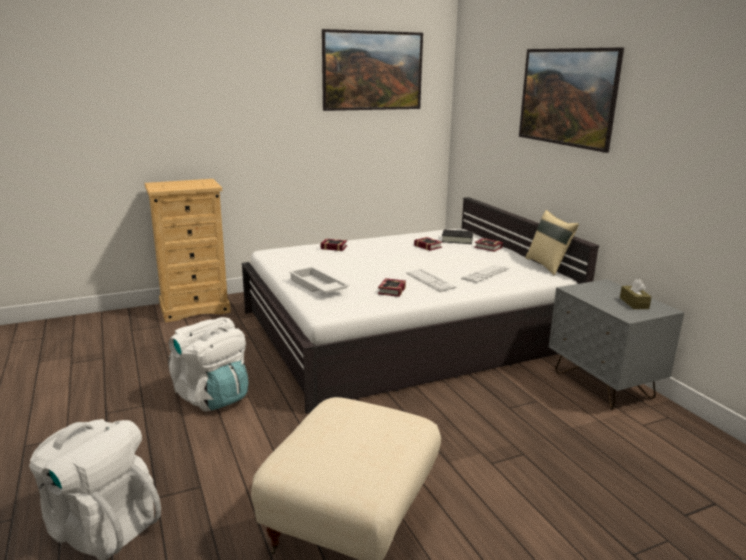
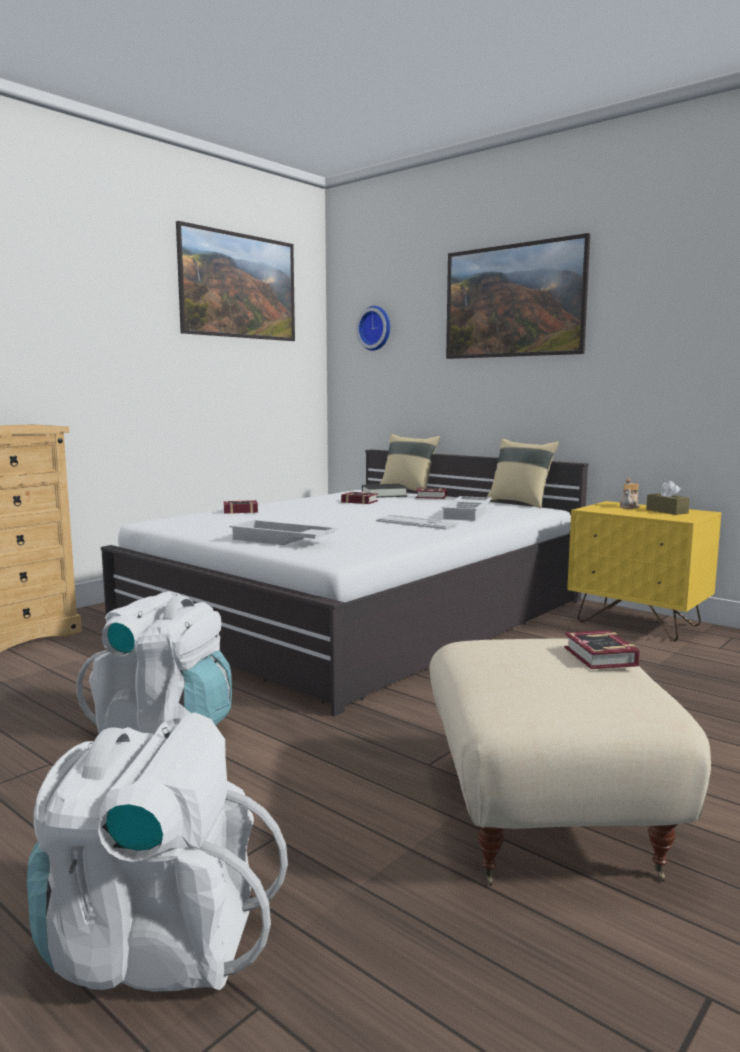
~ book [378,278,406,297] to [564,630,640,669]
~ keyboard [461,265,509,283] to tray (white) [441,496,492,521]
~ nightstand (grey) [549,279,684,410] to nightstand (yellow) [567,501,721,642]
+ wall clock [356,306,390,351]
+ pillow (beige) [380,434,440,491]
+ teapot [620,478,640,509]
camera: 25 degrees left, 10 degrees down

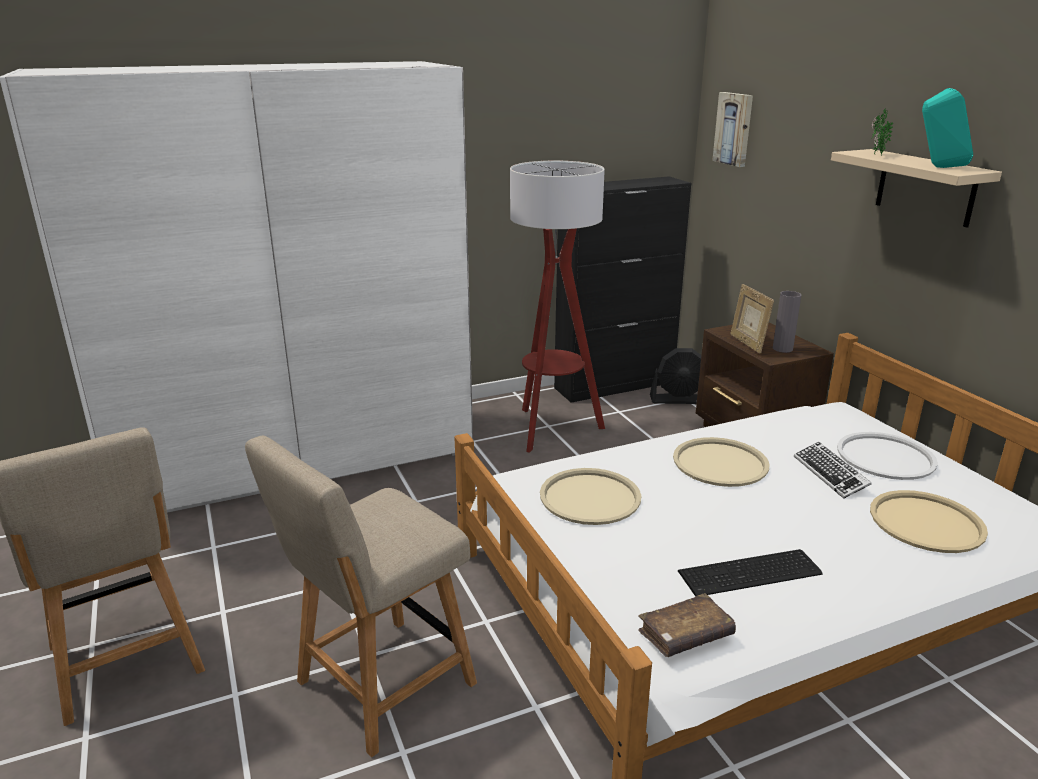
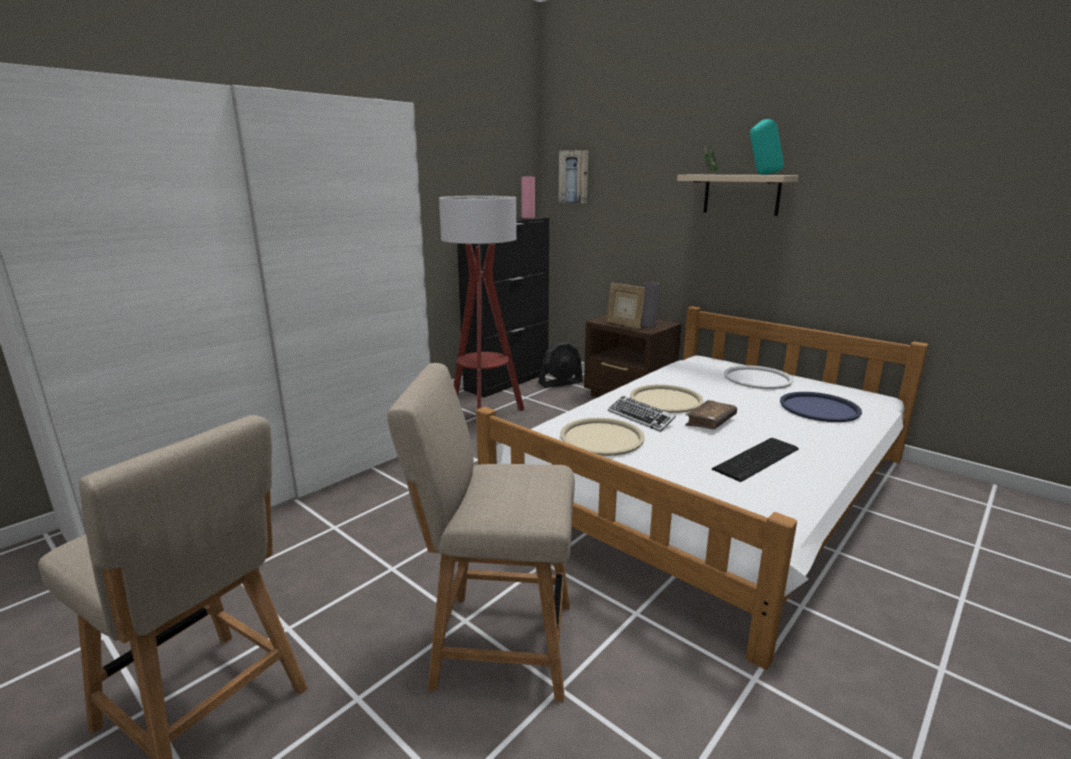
~ chair (beige) [245,436,477,757] = [387,363,575,702] 75 degrees clockwise
~ book (brown) [638,593,736,657] to [686,400,737,429]
~ keyboard [794,442,872,499] to [608,396,676,432]
~ tray (beige) [870,490,988,553] to tray (blue) [780,392,862,422]
+ vase (pink) [521,177,535,218]
camera: 25 degrees left, 5 degrees down

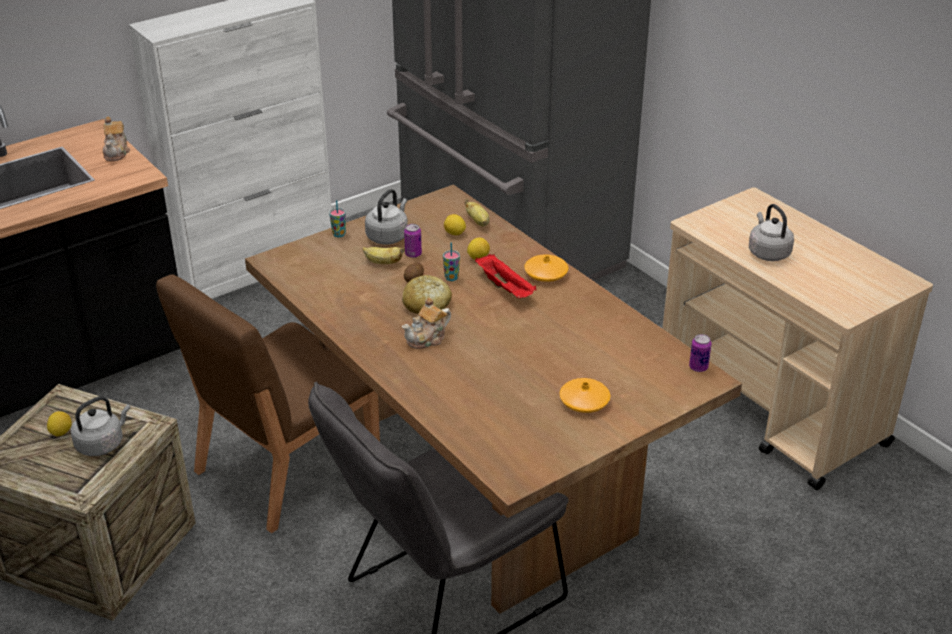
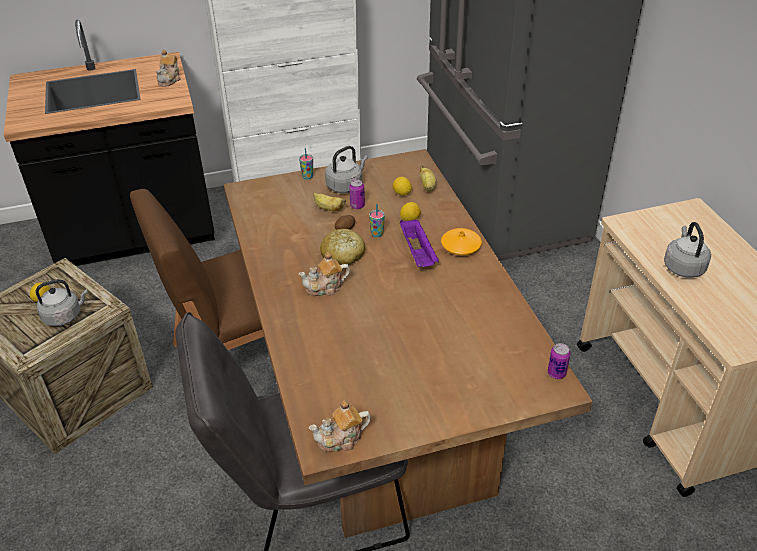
~ tray (red) [475,254,536,298] to tray (purple) [400,219,439,267]
- vase (orange) [559,378,610,413]
+ teapot [309,400,371,452]
camera: 20 degrees right, 5 degrees up

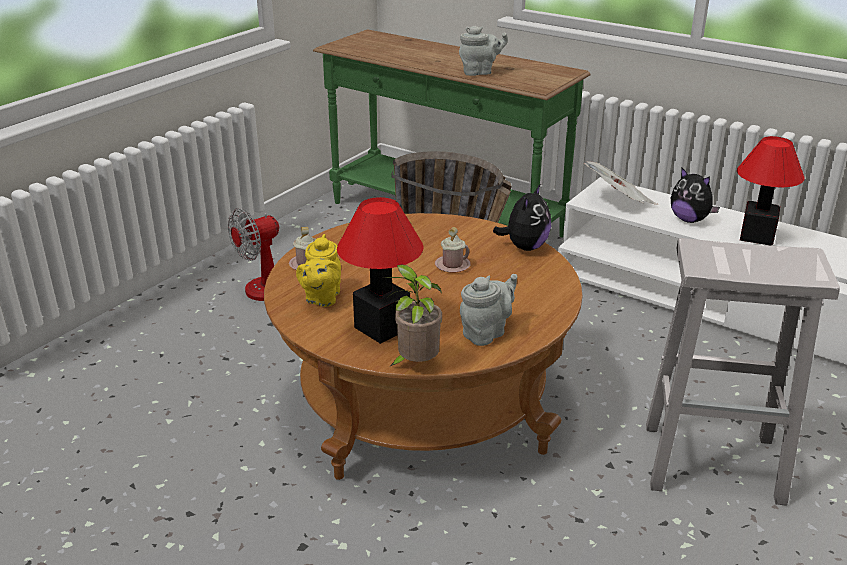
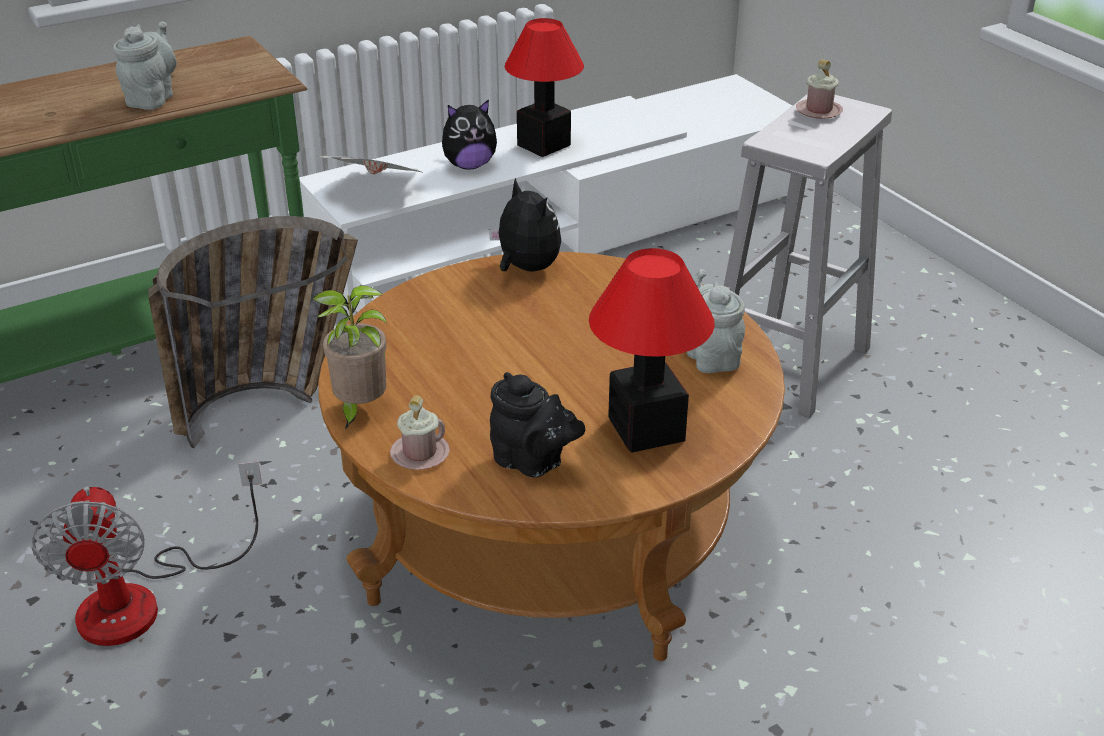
~ teapot (yellow) [296,234,341,307] to teapot (black) [490,372,585,477]
~ potted plant [385,264,442,367] to [313,285,387,430]
~ mug (pink) [435,227,471,272] to [796,59,843,119]
camera: 65 degrees left, 5 degrees up

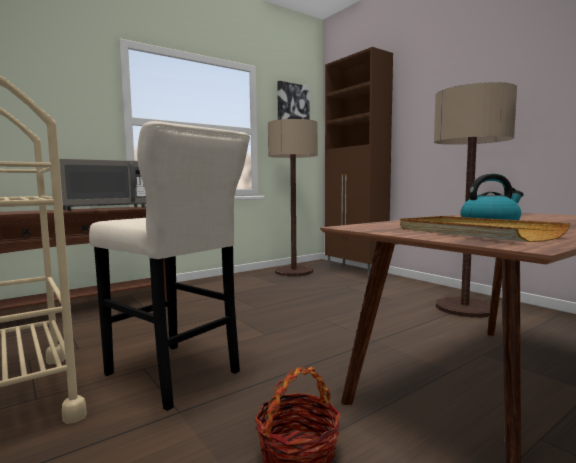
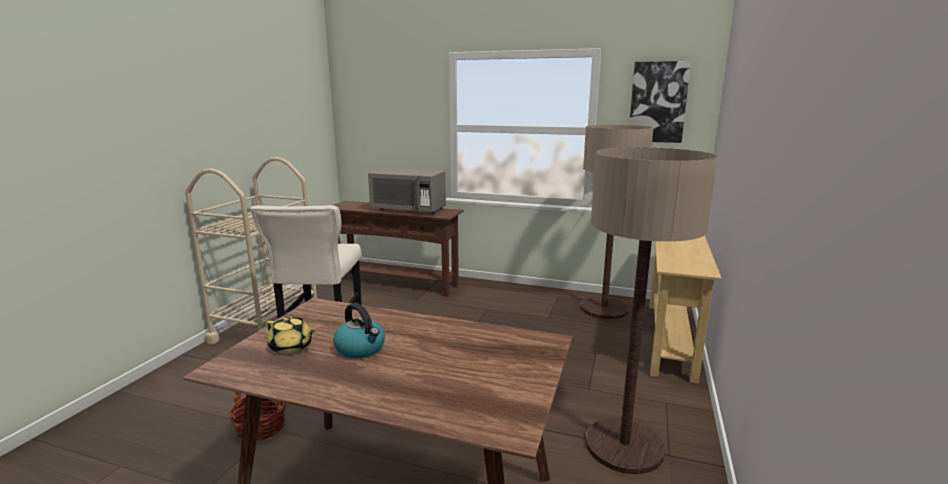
~ cabinet (brown) [325,47,393,278] to console table (beige) [649,236,721,384]
~ tray (beige) [400,216,570,242] to teapot (yellow) [266,316,315,354]
camera: 55 degrees right, 10 degrees up

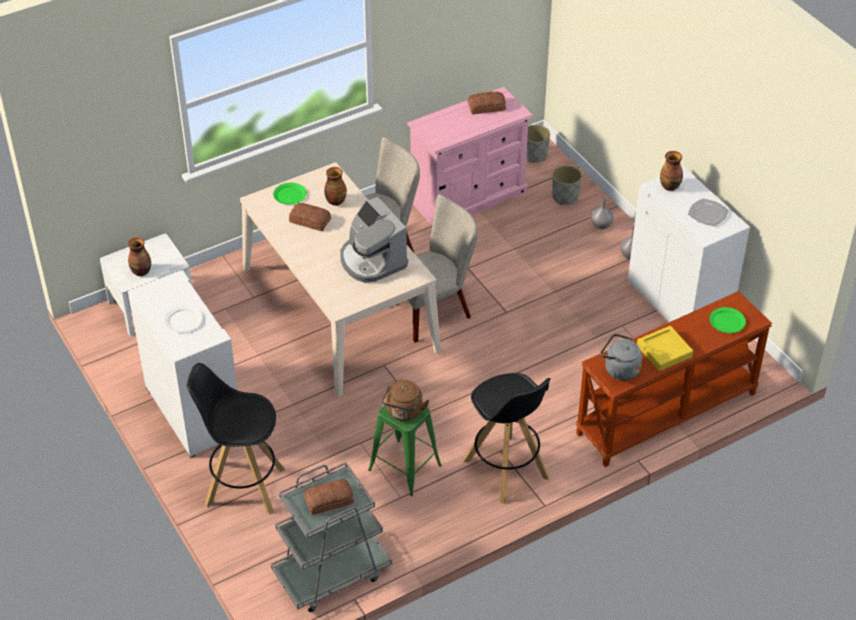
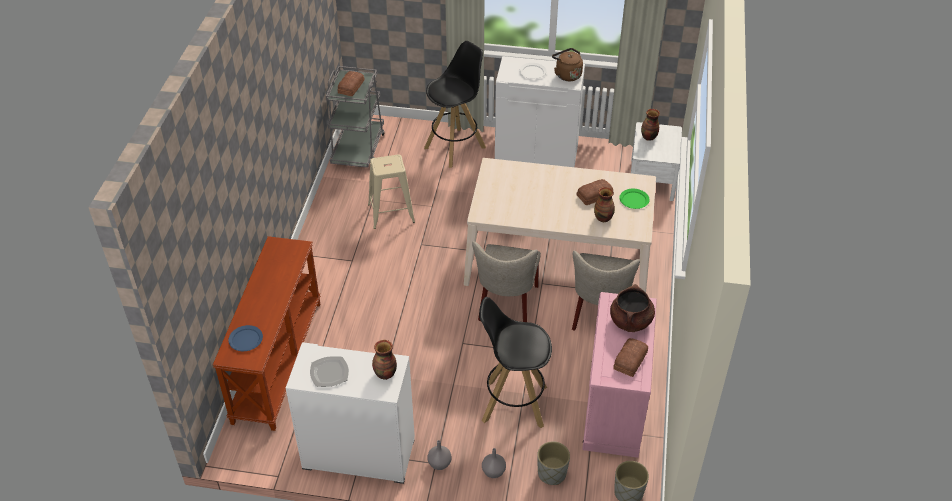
- coffee machine [340,197,408,283]
~ stool (green) [368,405,442,496] to stool (beige) [368,154,415,229]
~ kettle (brown) [382,380,429,421] to [552,48,583,81]
~ stool (black) [464,373,551,504] to [479,297,552,428]
- kettle (grey) [600,334,642,381]
- tray (yellow) [637,326,693,371]
~ plate (green) [709,307,746,333] to plate (blue) [228,325,263,351]
+ cooking pot (brown) [610,284,655,332]
camera: 130 degrees right, 0 degrees up

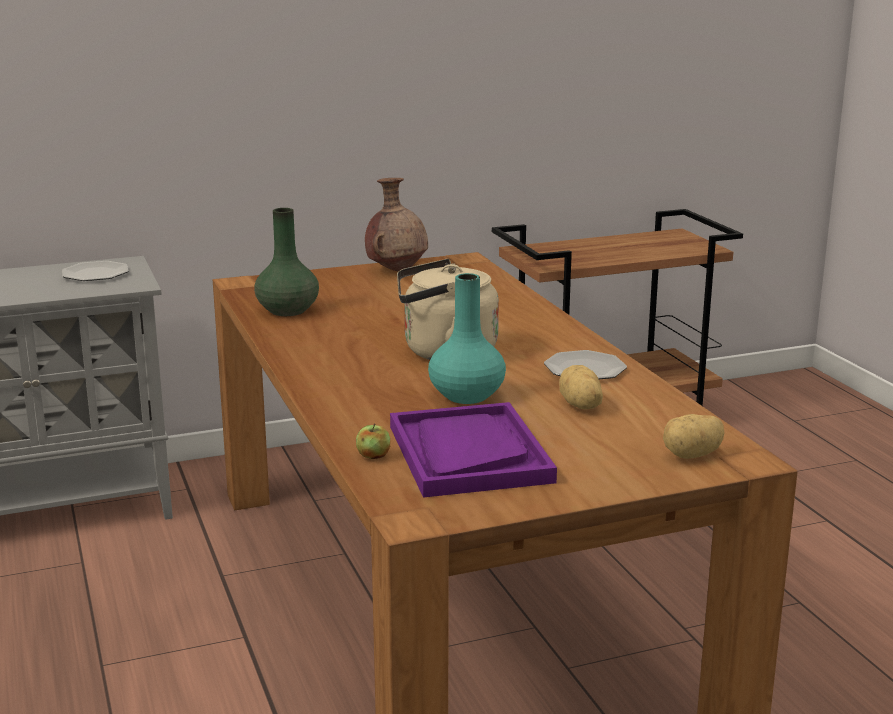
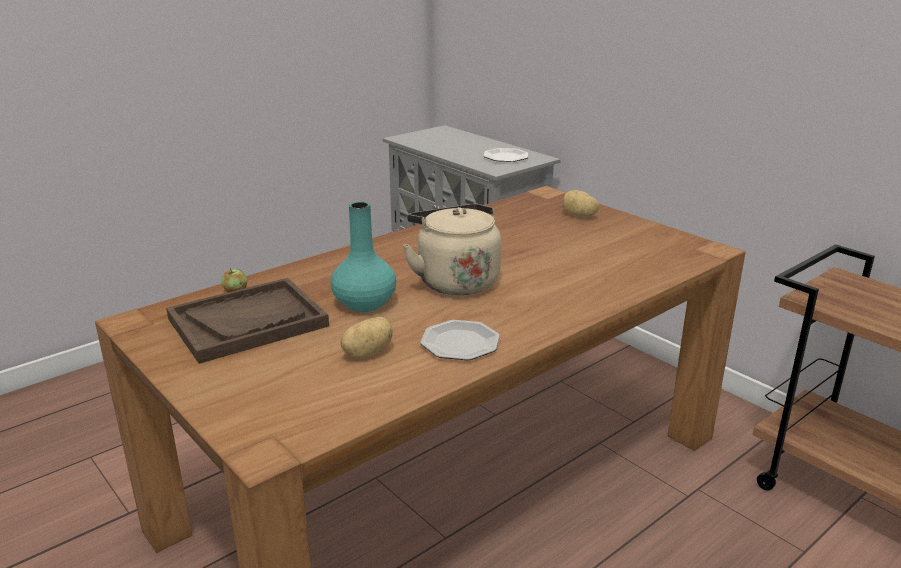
- vase (green) [254,208,319,316]
- vase (brown) [365,178,428,271]
~ tray (purple) [390,402,557,498] to tray (brown) [166,278,329,364]
~ potato [663,414,724,459] to [562,190,599,217]
camera: 70 degrees right, 5 degrees up

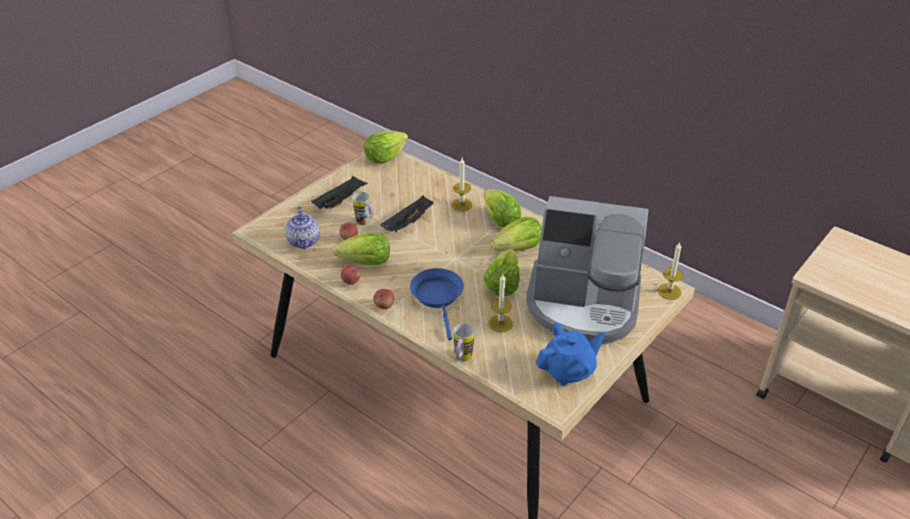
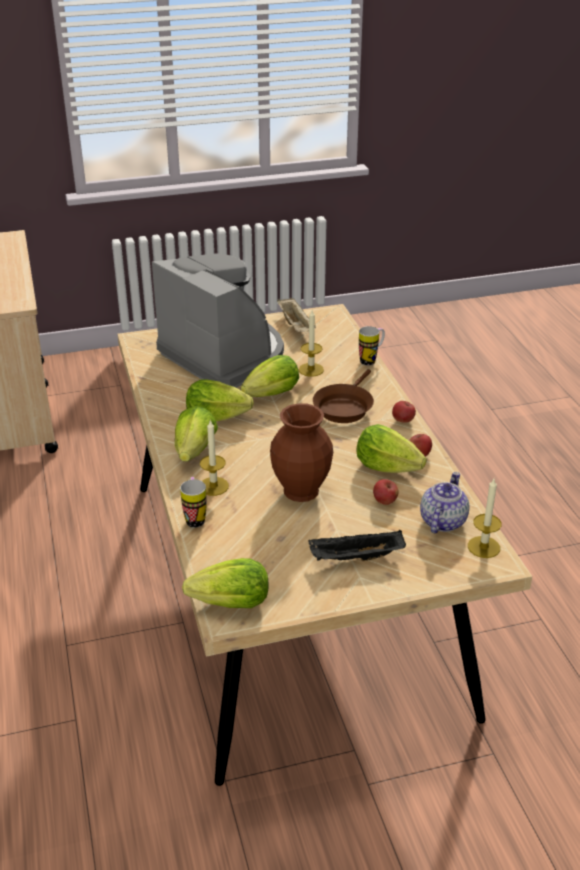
~ mug [352,192,374,225] to [180,477,207,528]
~ tray (black) [380,196,434,232] to vase (brown) [270,403,333,502]
~ frying pan (blue) [410,268,464,340] to frying pan (brown) [313,369,374,423]
~ teapot (blue) [536,322,605,386] to tray (beige) [277,298,316,332]
~ candle [657,242,683,300] to [468,479,502,558]
camera: 145 degrees left, 5 degrees down

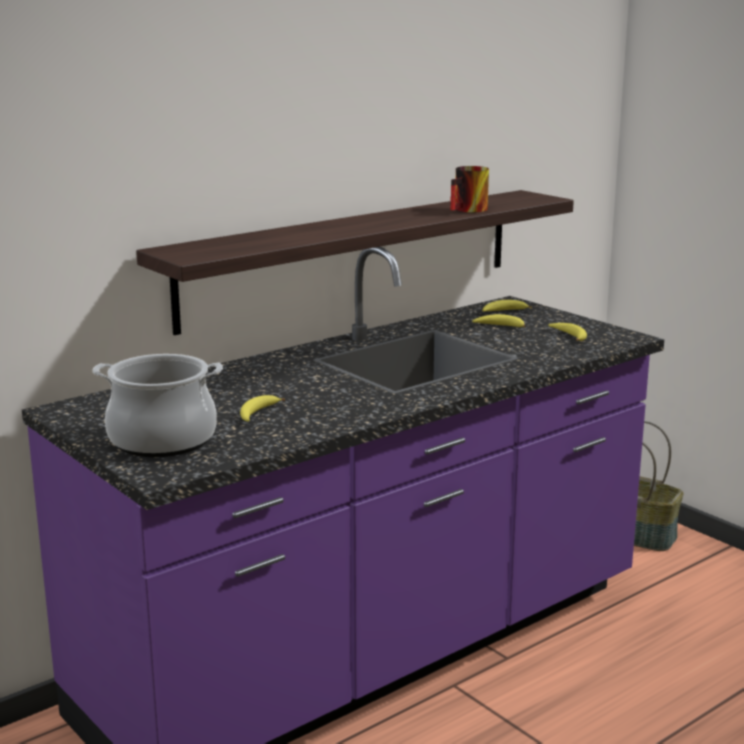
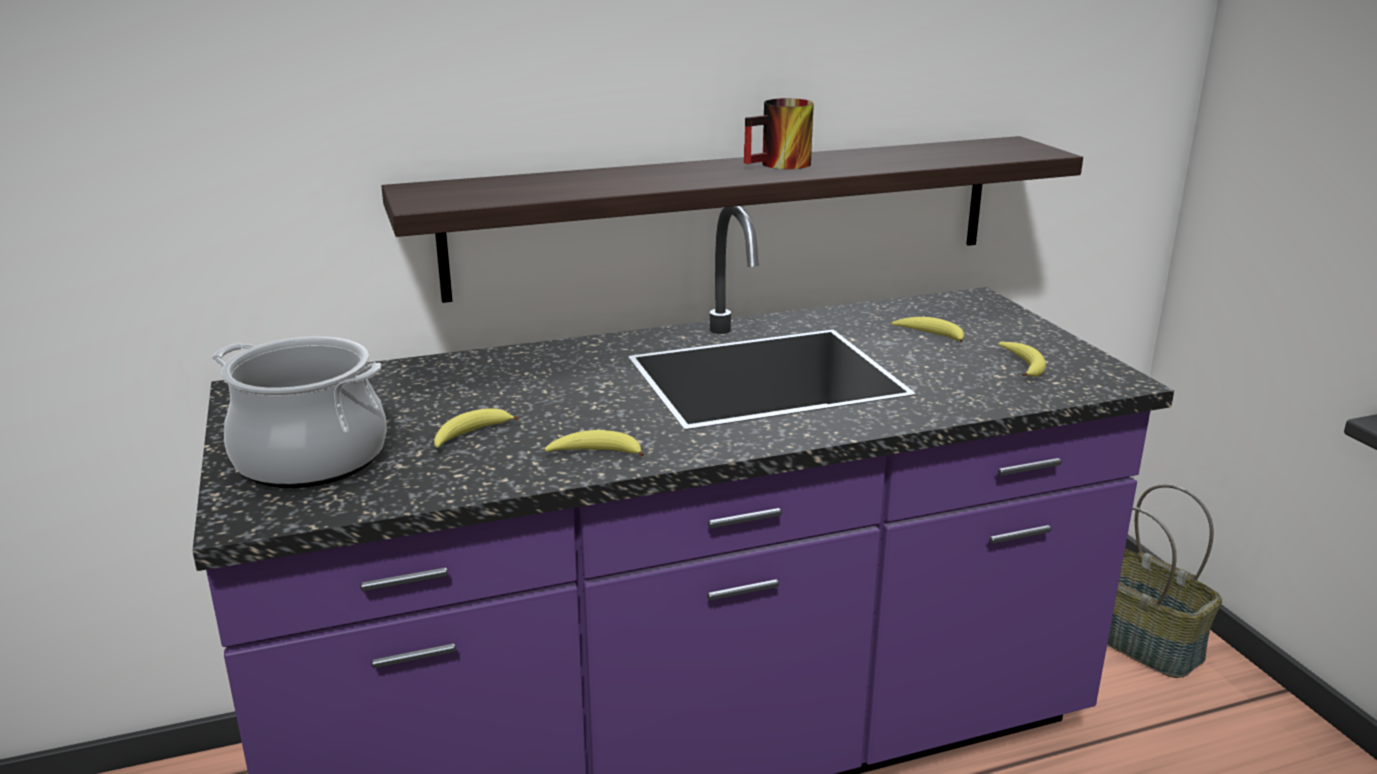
~ mug [450,166,489,212] to [744,98,814,169]
~ banana [482,300,532,312] to [545,430,644,457]
camera: 20 degrees right, 5 degrees up

